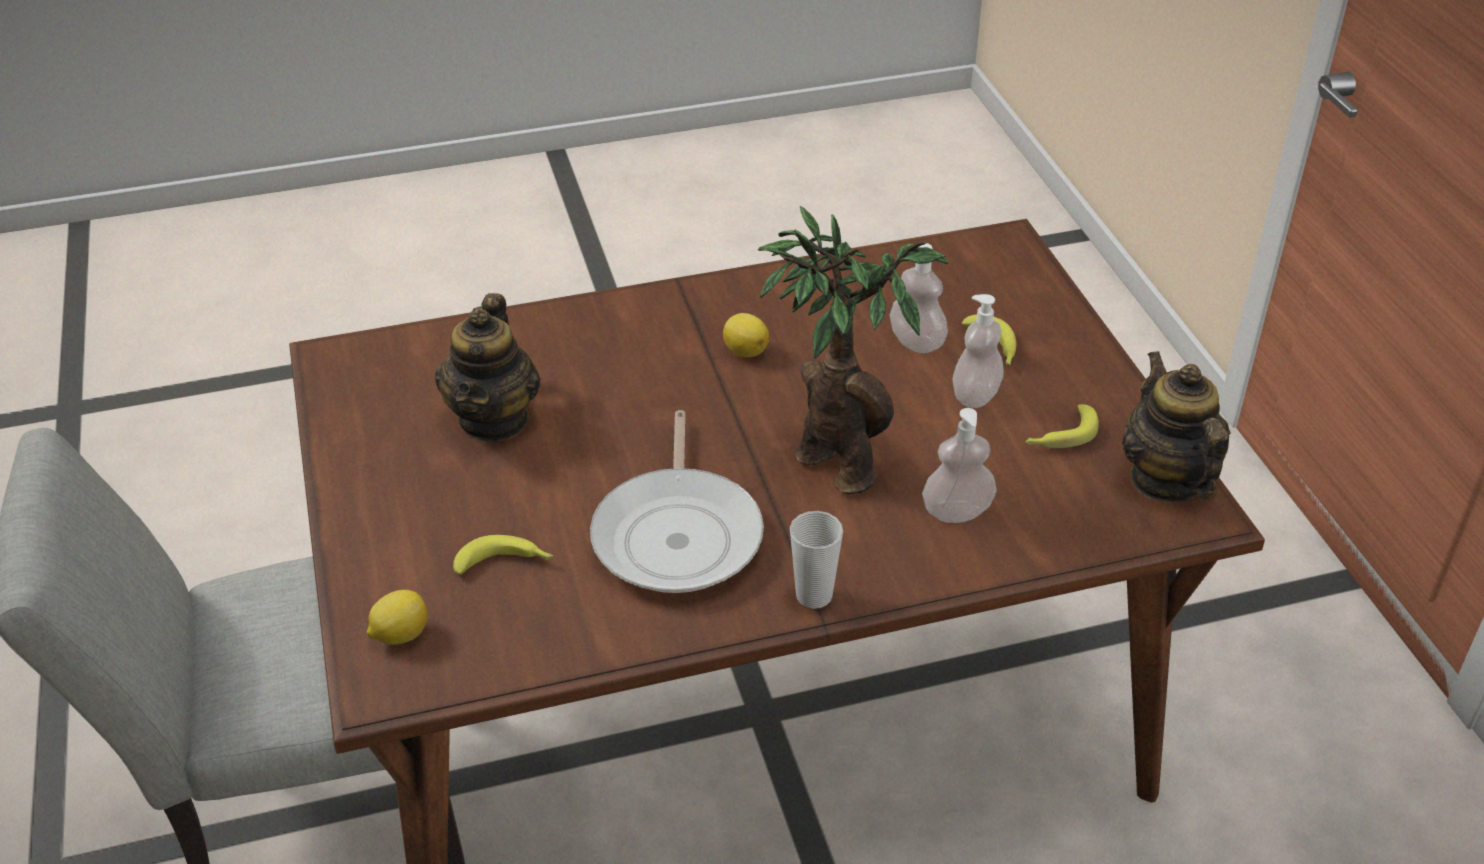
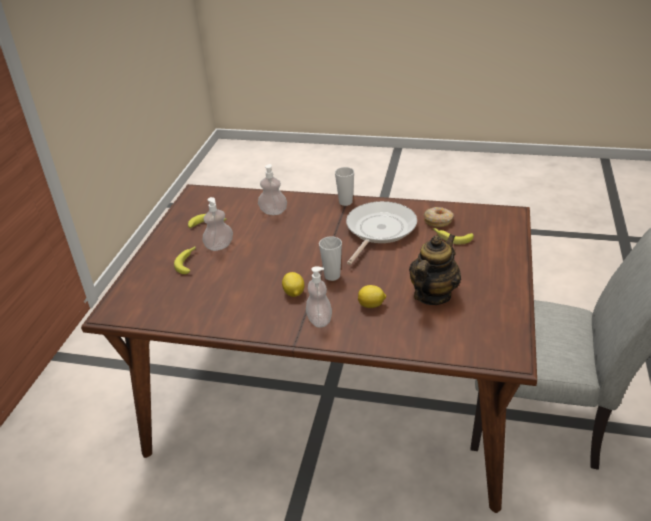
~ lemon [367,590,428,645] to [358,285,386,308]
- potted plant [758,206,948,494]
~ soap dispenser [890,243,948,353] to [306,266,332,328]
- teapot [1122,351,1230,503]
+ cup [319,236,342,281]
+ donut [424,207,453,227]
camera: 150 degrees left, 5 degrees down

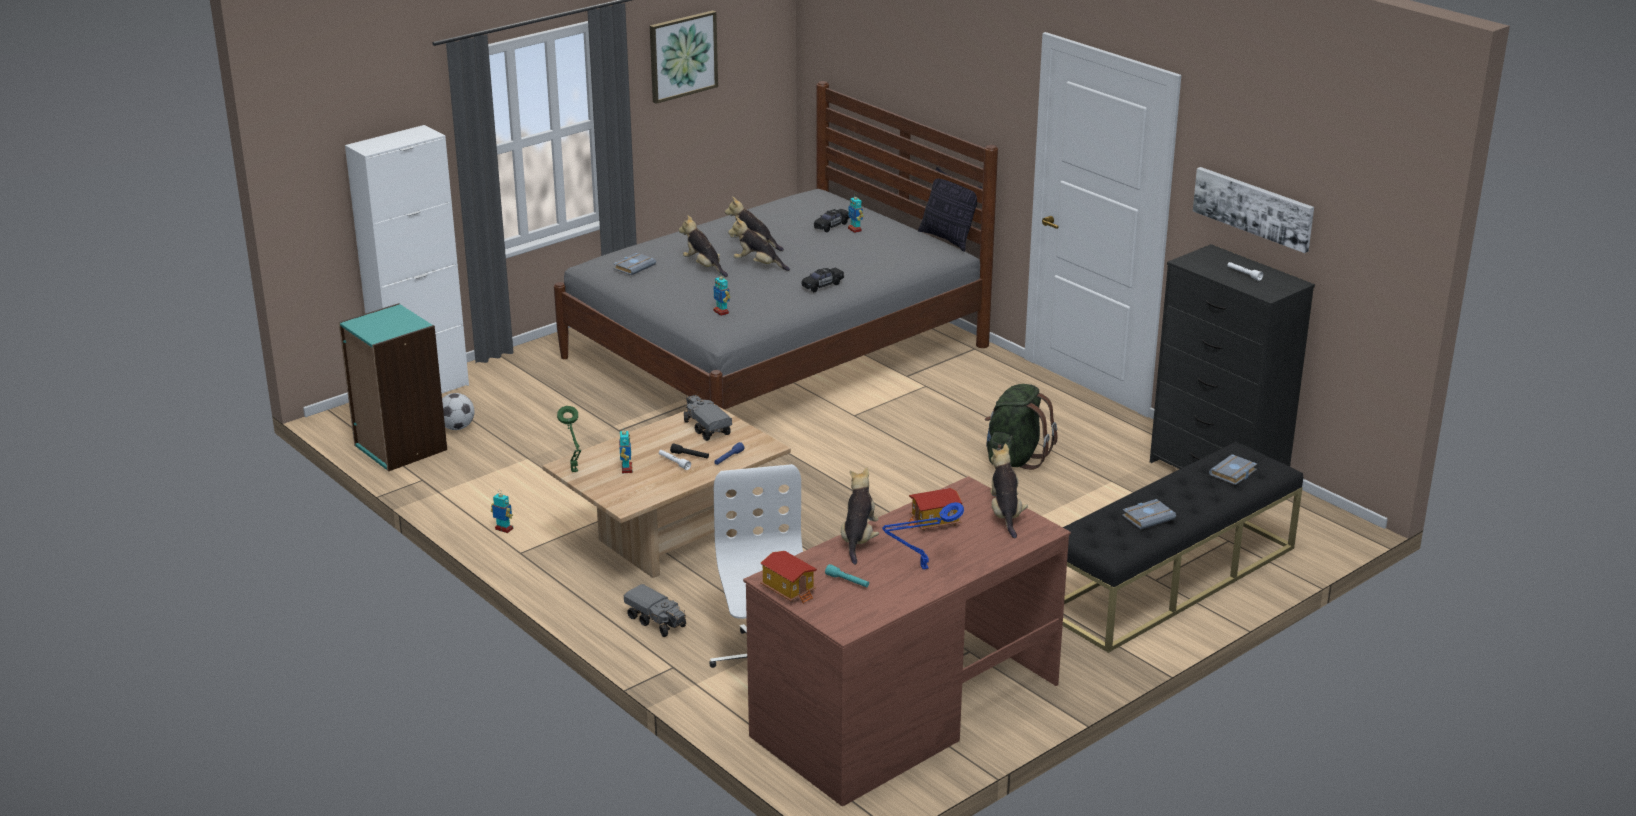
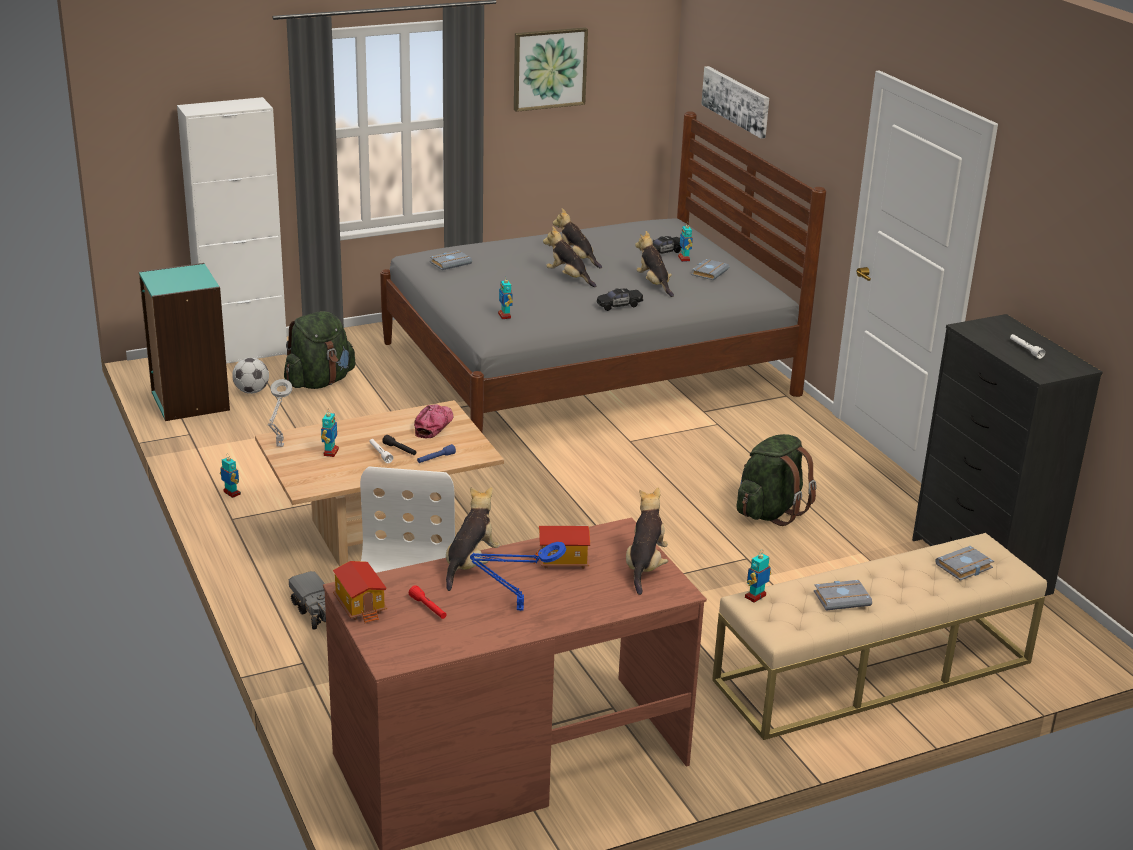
~ table lamp (green) [557,406,581,472] to table lamp (grey) [268,379,292,447]
~ plush toy [679,215,728,277] to [635,231,674,297]
~ toy truck [684,394,732,441] to cap [414,404,453,438]
~ flashlight (turquoise) [825,564,869,587] to flashlight (red) [409,585,447,619]
- pillow [918,167,983,252]
~ bench (black) [1063,442,1303,653] to bench (beige) [712,533,1047,740]
~ picture [1193,167,1314,253] to [701,66,769,139]
+ backpack (green) [284,311,355,389]
+ book (grey) [691,259,729,280]
+ toy robot [745,552,772,603]
camera: 15 degrees right, 0 degrees up

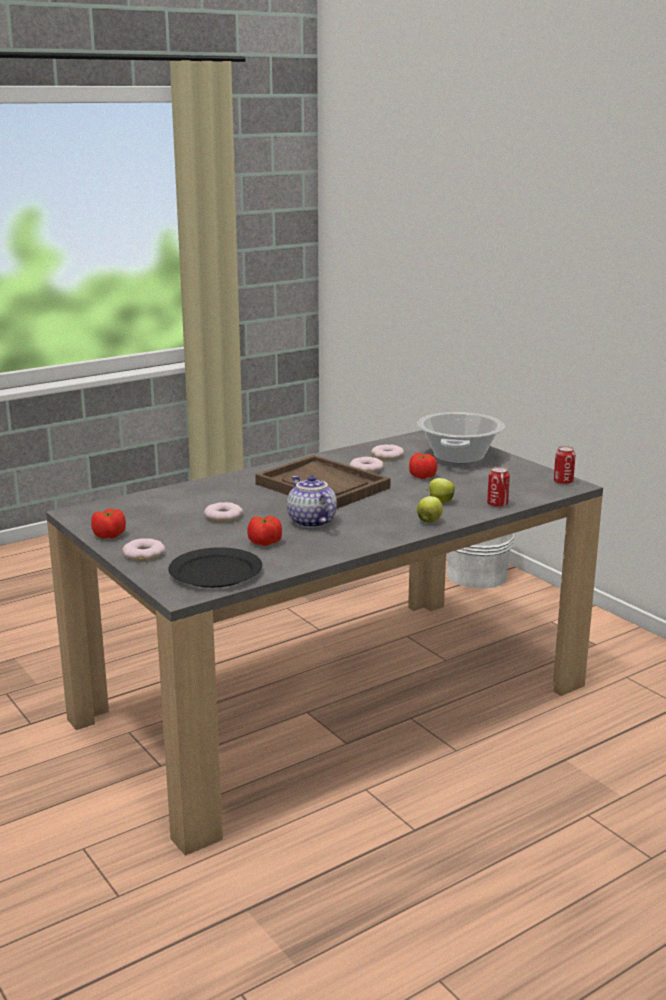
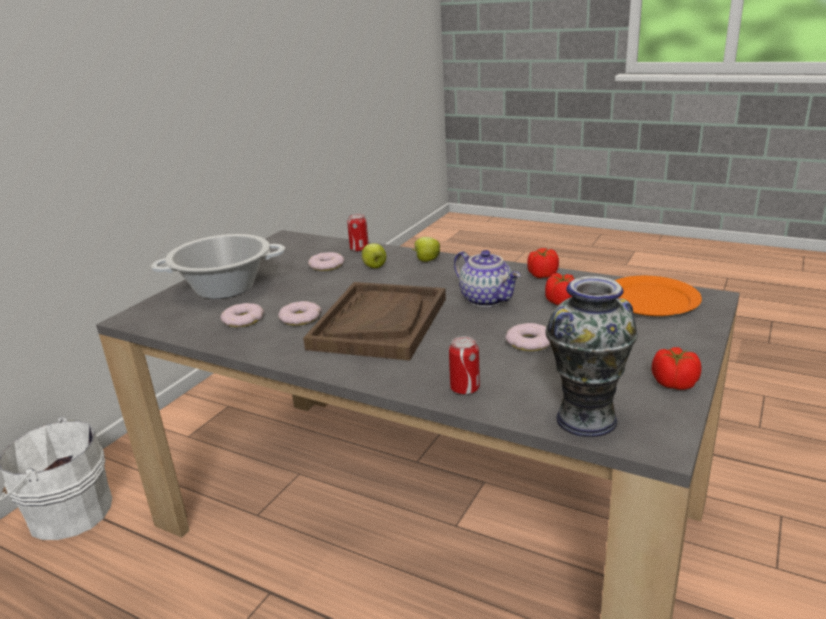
~ donut [122,538,165,561] to [308,252,344,271]
~ plate (black) [168,547,262,588] to plate (orange) [614,276,702,316]
~ teapot [287,475,337,528] = [454,250,521,307] 75 degrees counterclockwise
~ tomato [409,453,437,479] to [527,248,559,278]
~ can [554,446,576,485] to [449,336,480,395]
+ vase [545,276,638,437]
camera: 115 degrees left, 5 degrees up

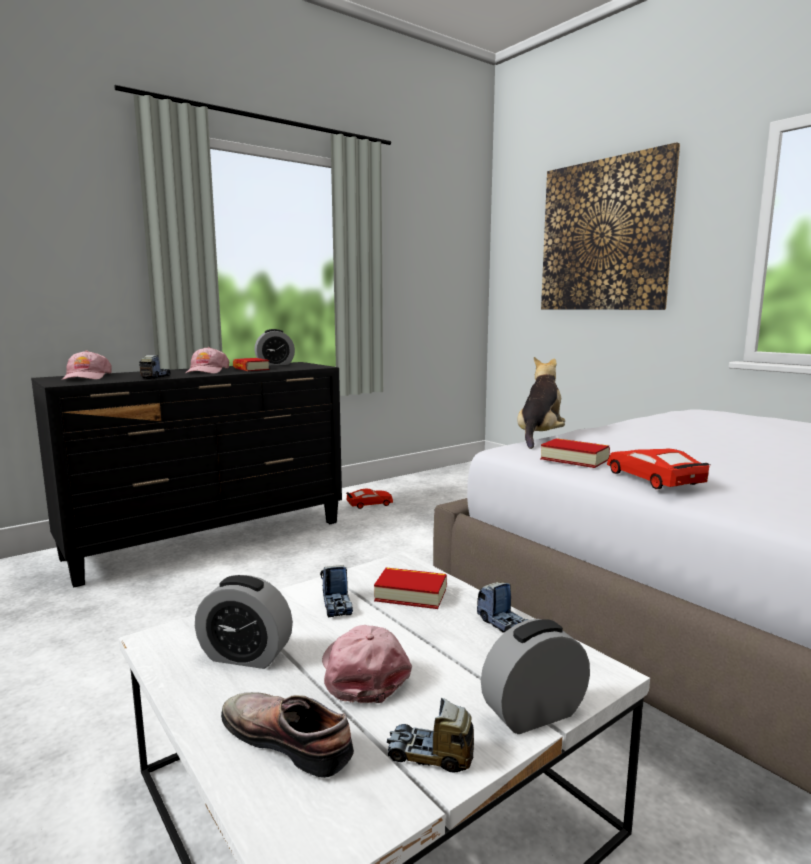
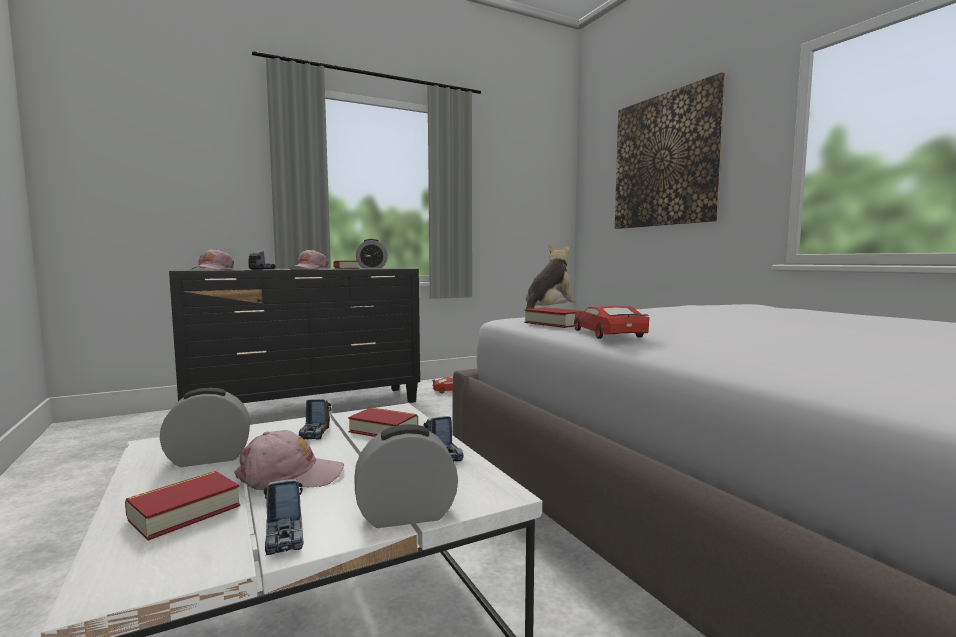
~ alarm clock [195,575,293,669] = [160,388,250,467] 135 degrees clockwise
~ shoe [221,692,354,778] to book [125,471,240,540]
~ cap (pink) [322,625,412,703] = [234,430,344,490] 90 degrees clockwise
~ toy truck [387,698,474,772] = [264,479,303,556] 135 degrees counterclockwise
camera: 10 degrees right, 5 degrees down

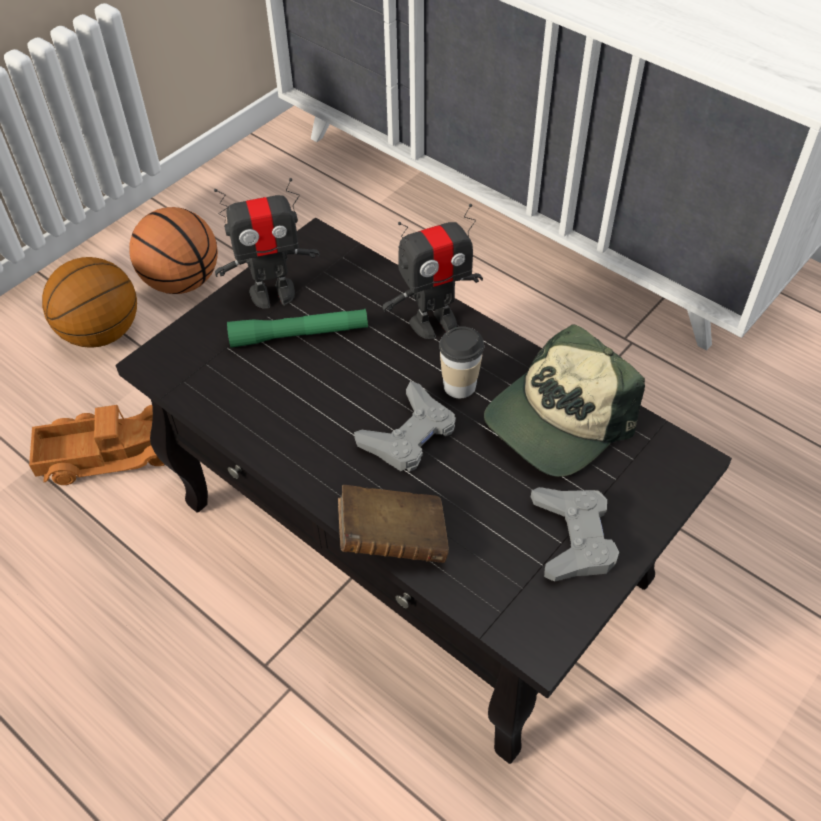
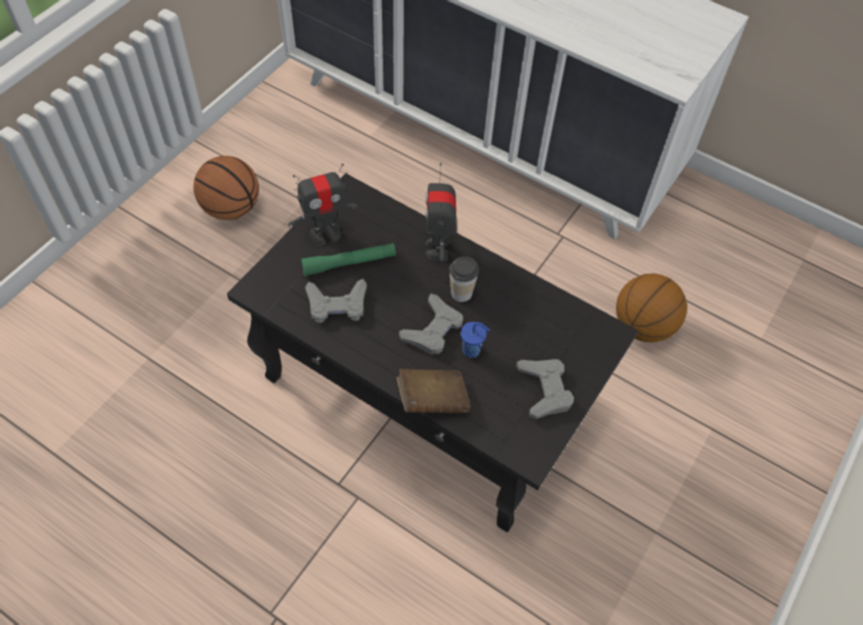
- toy truck [29,405,165,485]
~ basketball [42,257,137,348] to [616,274,687,342]
~ toy robot [382,204,483,339] = [425,163,457,262] 120 degrees clockwise
- cap [484,324,645,477]
+ game controller (grey) [305,279,367,323]
+ cup (blue) [460,322,490,358]
camera: 10 degrees left, 5 degrees up

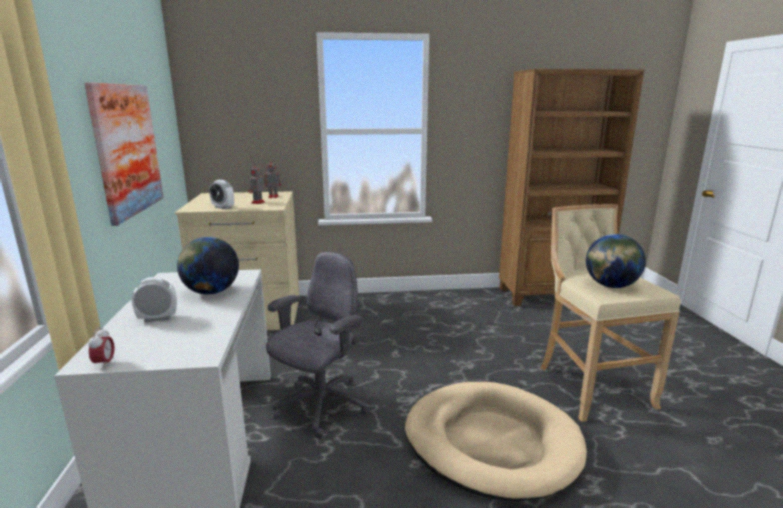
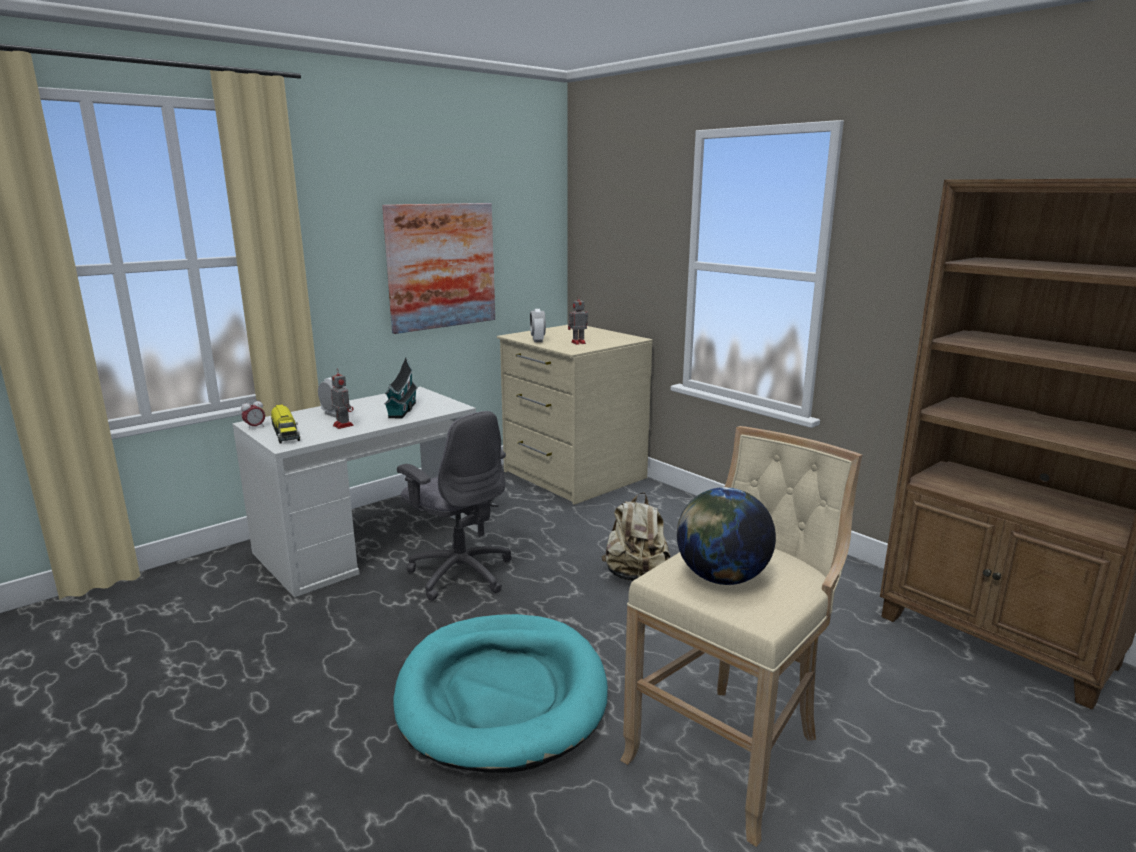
~ globe [177,237,239,294] to toy house [384,357,418,418]
~ toy robot [263,159,281,198] to [331,368,354,429]
~ office chair (grey) [266,252,369,439] = [397,411,512,601] 45 degrees clockwise
~ dog bed (beige) [405,382,587,501] to dog bed (turquoise) [393,614,608,773]
+ toy truck [271,404,300,444]
+ backpack (beige) [601,492,670,581]
camera: 55 degrees right, 0 degrees up

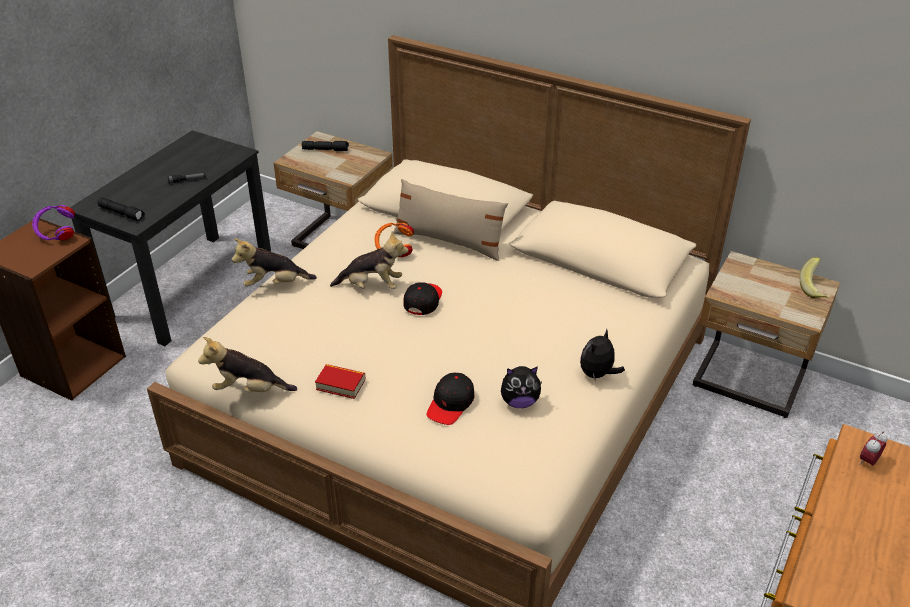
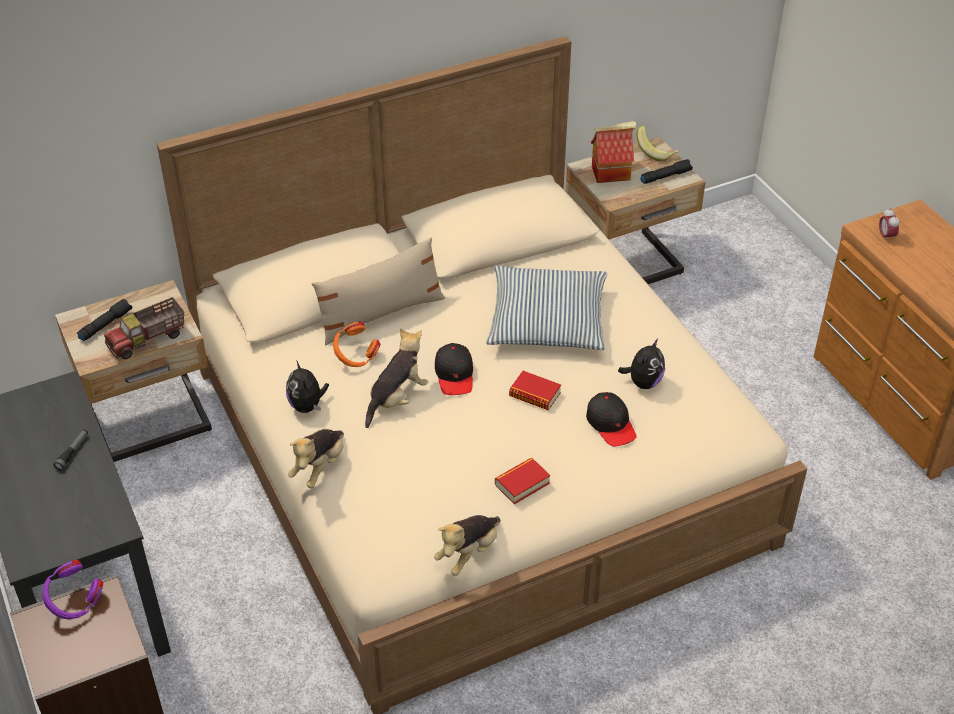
~ flashlight (black) [97,198,145,221] to [640,159,693,184]
~ cap (black) [403,282,442,315] = [435,343,473,395] 150 degrees counterclockwise
~ plush toy [580,329,625,382] to [286,360,329,413]
+ toy truck [104,297,184,359]
+ pillow [486,266,607,350]
+ book [509,371,561,410]
+ toy house [591,121,636,183]
camera: 55 degrees left, 5 degrees up

